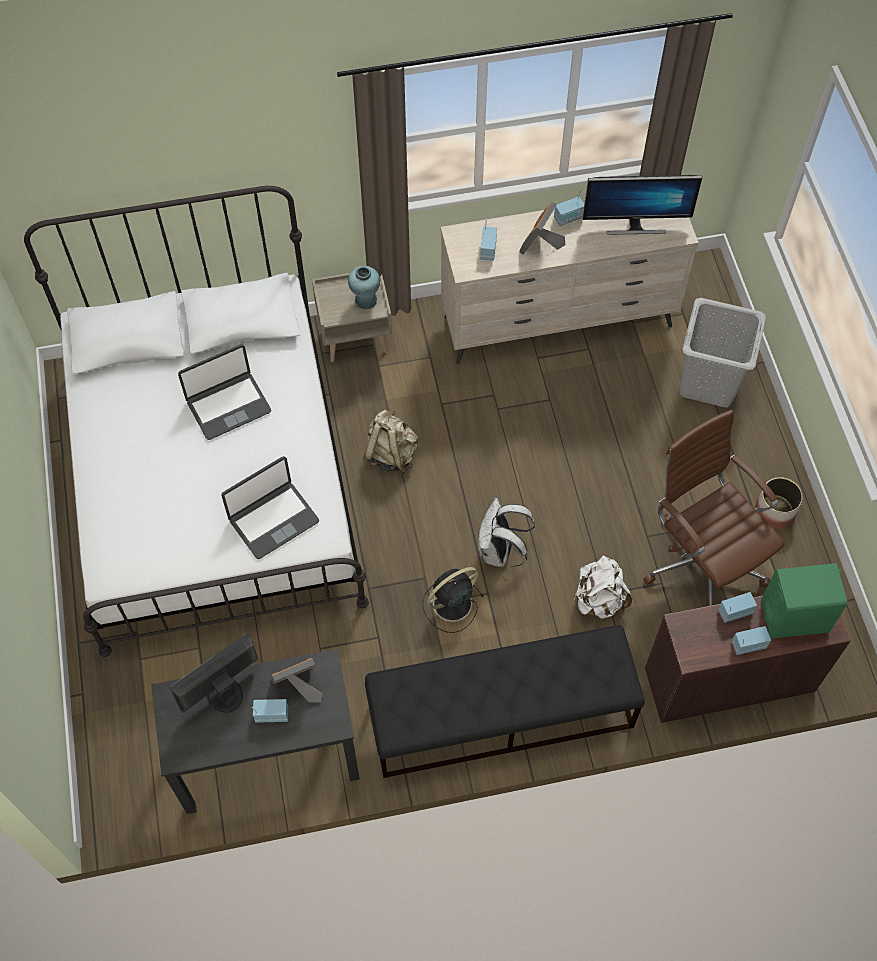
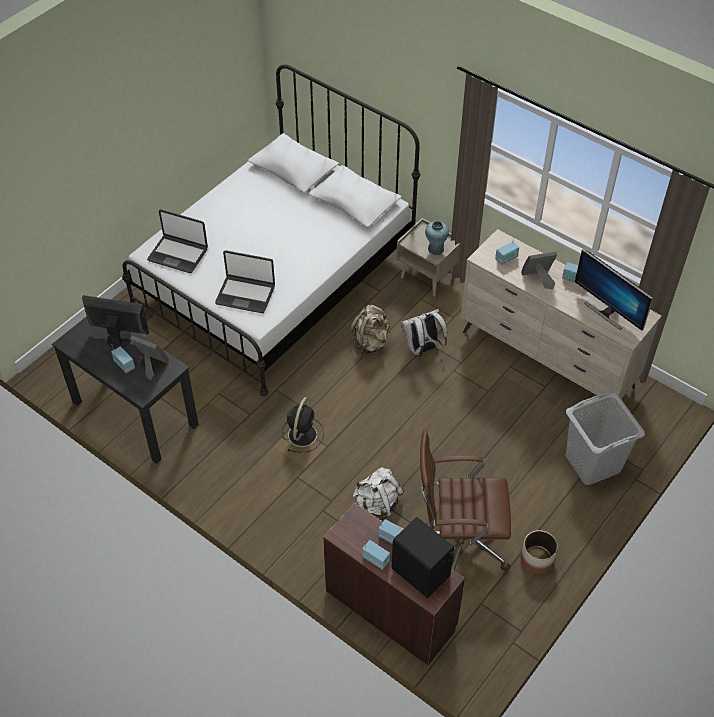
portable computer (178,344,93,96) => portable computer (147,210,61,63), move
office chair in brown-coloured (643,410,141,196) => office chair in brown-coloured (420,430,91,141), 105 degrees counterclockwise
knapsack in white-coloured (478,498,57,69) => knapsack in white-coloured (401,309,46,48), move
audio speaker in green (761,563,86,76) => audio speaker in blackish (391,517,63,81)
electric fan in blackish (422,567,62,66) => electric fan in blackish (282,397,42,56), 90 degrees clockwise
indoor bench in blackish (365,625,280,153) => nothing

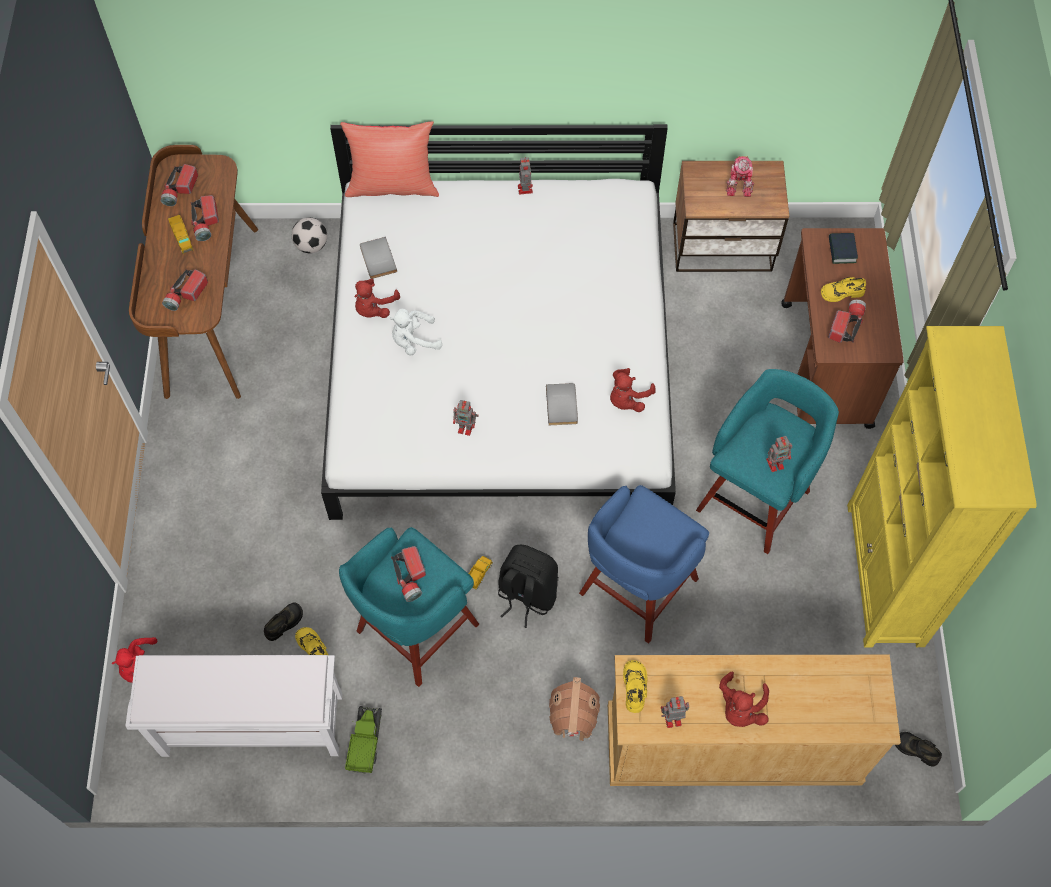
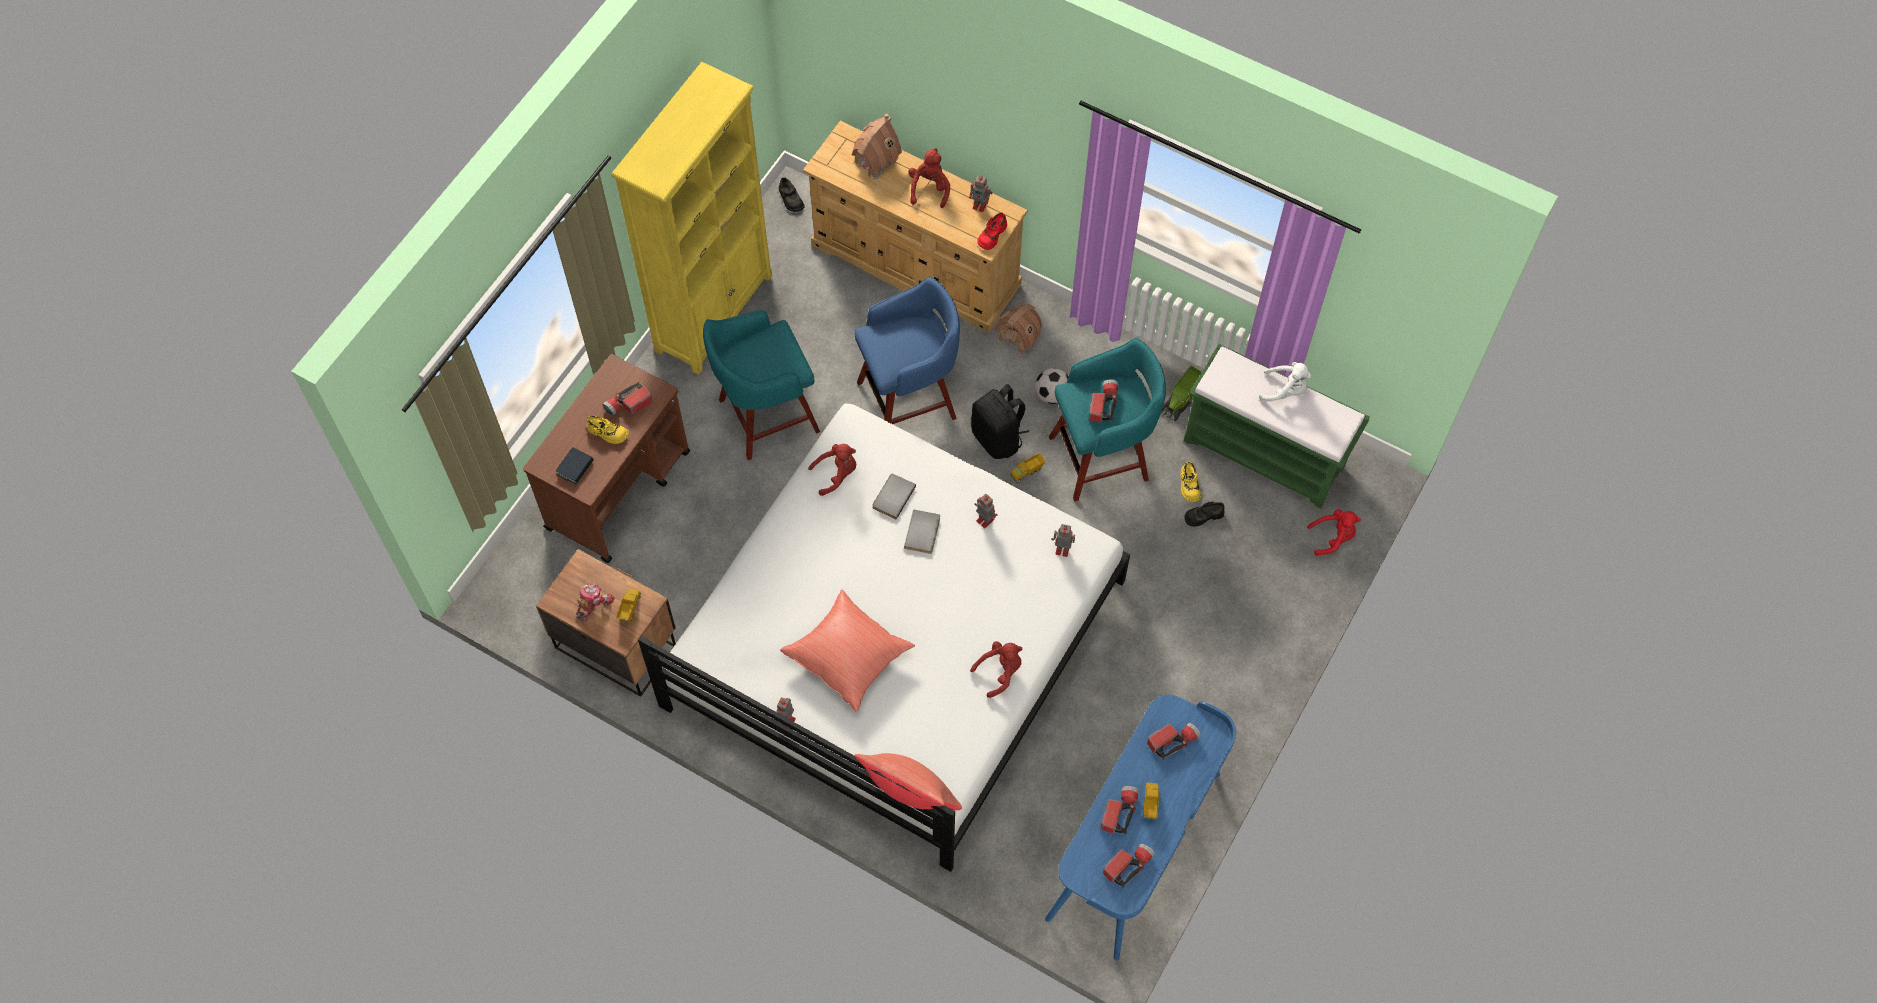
desk in brown-coloured (129,145,129,254) => desk in bluish (1045,695,191,266)
ball for football (292,217,35,36) => ball for football (1035,368,34,36), move
volume in gray (360,237,37,42) => volume in gray (904,509,36,45), move
plush toy in white-coloured (390,309,52,47) => plush toy in white-coloured (1259,362,52,39), move
robot figure (766,436,26,36) => robot figure (1051,524,24,33), move
indoor bench in white-coloured (125,655,217,102) => indoor bench in green (1184,344,186,165)
item of footwear in yellow-coloured (623,660,24,53) => item of footwear in red-coloured (977,212,30,38)
plush toy in red-coloured (719,672,50,55) => plush toy in red-coloured (908,148,42,60), 45 degrees counterclockwise
nothing => miniature house (852,113,50,67)
nothing => model truck (616,589,25,34)
nothing => throw pillow in red-coloured (780,590,135,122)

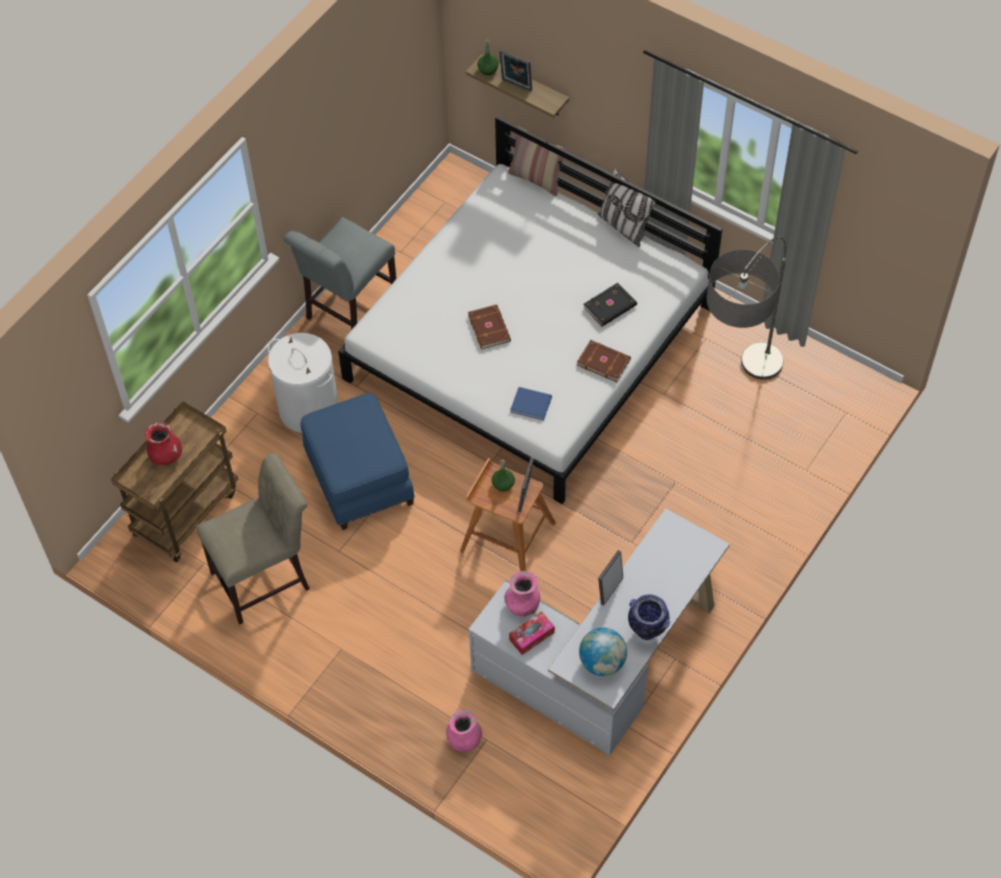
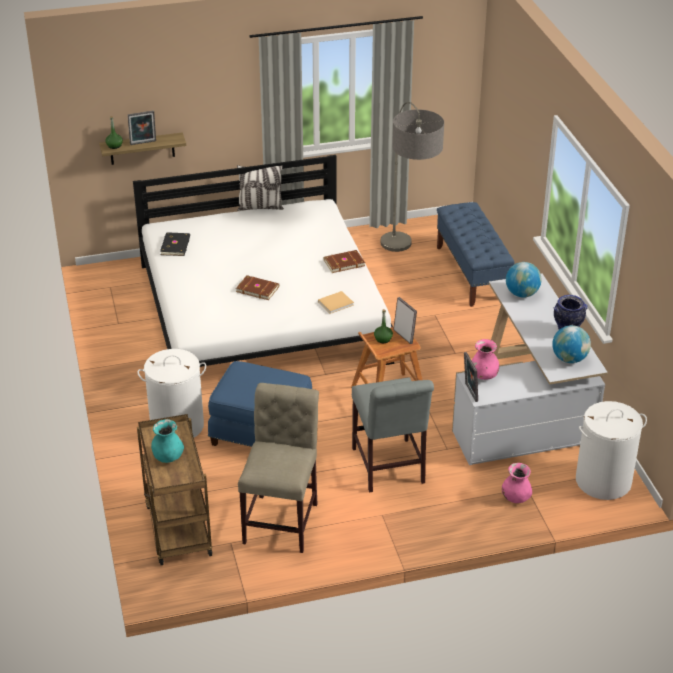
throw pillow (508,134,59,62) => nothing
chair in gray (284,217,112,113) => chair in gray (352,378,82,115), move
volume in blackish (583,283,54,44) => volume in blackish (160,232,30,24), move
volume in bluish (510,387,42,33) => volume in beige (318,291,36,23)
flower vase in red-coloured (145,422,37,44) => flower vase in turquoise (151,419,33,44)
standing frame (598,550,25,55) => standing frame (464,352,14,50), move
box of tissues (509,611,46,44) => nothing
nothing => indoor bench in bluish (437,202,77,105)
nothing => world globe (506,262,36,36)
nothing => washing basket in white-coloured (576,401,71,99)

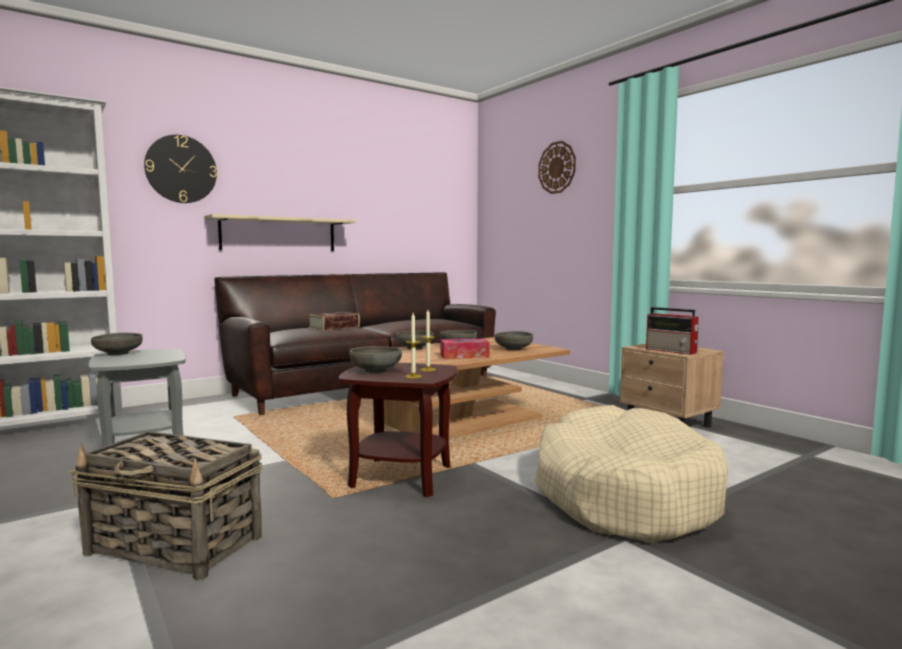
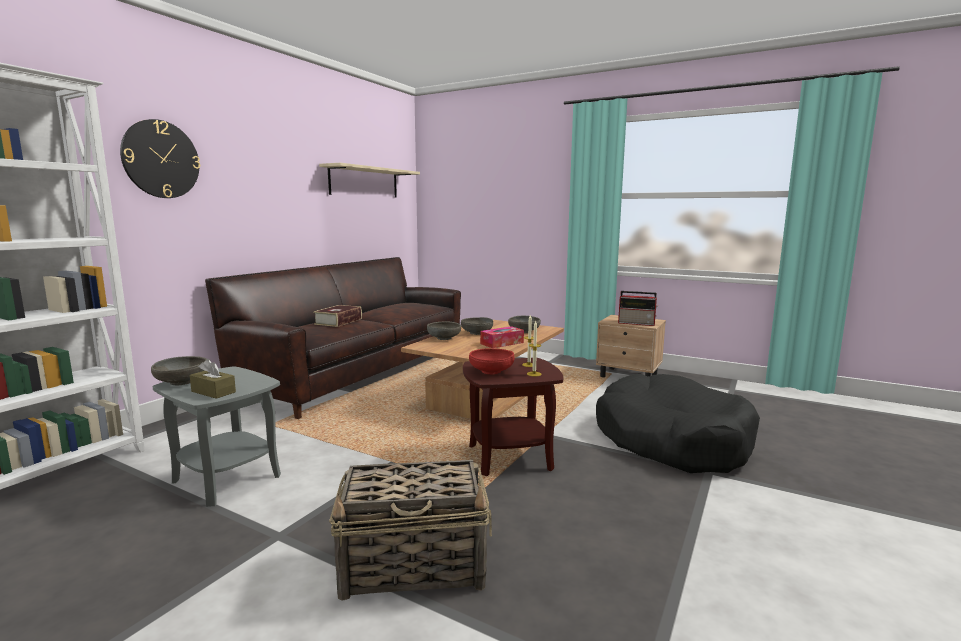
clock on the wall (538,141,38,53) => nothing
wall shelf in beige (204,214,152,37) => wall shelf in beige (319,163,101,35), move
bowl in gray (349,346,53,27) => bowl in red-coloured (469,348,45,26)
dog bed in beige (535,405,193,138) => dog bed in blackish (596,374,164,99)
nothing => box of tissues in brown-coloured (190,359,46,40)

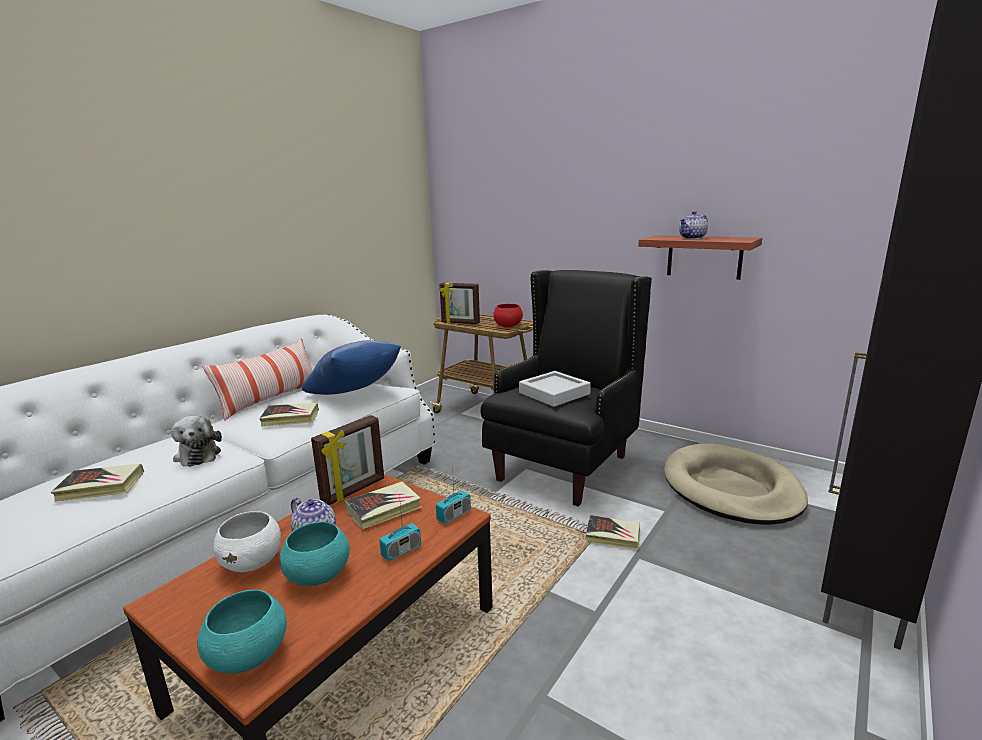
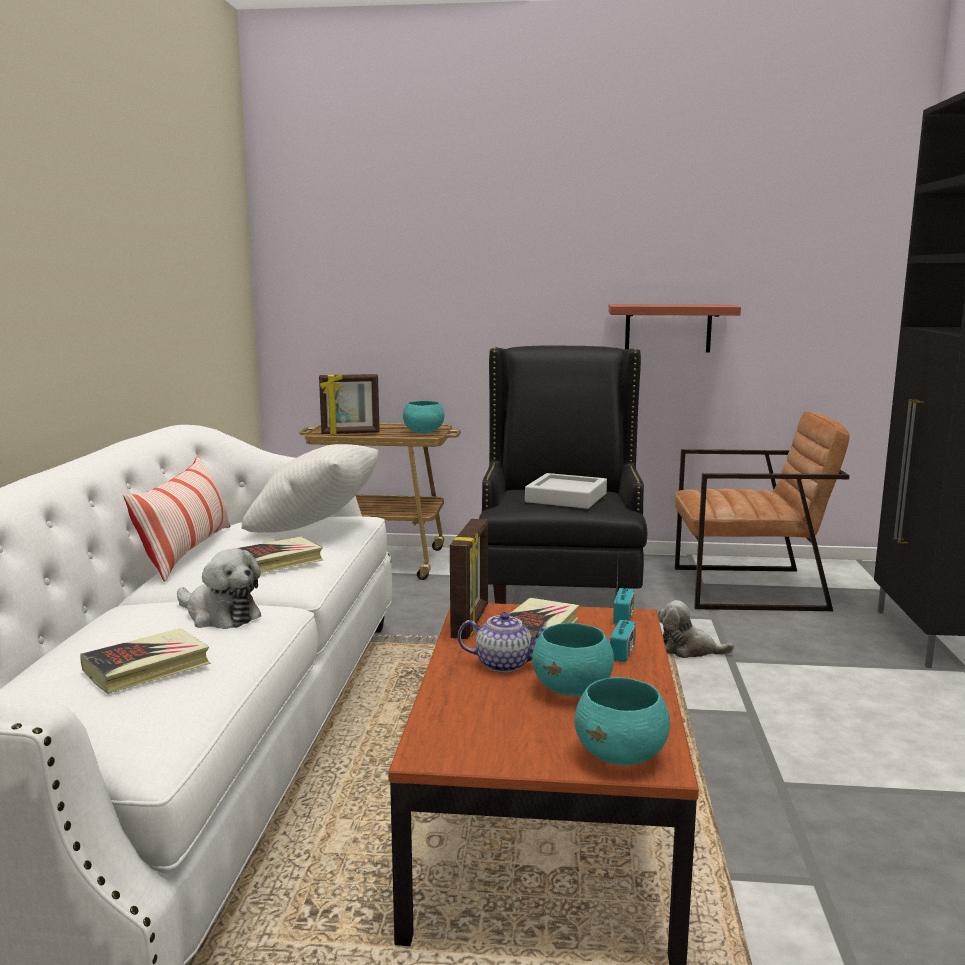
teapot (679,211,29,28) => nothing
bowl in red-coloured (493,304,30,24) => bowl in turquoise (403,401,41,32)
throw pillow in bluish (302,340,99,55) => throw pillow in white-coloured (242,444,136,89)
dog bed in beige (664,443,144,82) => lounge chair in brown-coloured (675,412,175,199)
bowl in white-coloured (213,511,68,61) => nothing
volume (586,515,54,35) => plush toy (658,600,76,58)

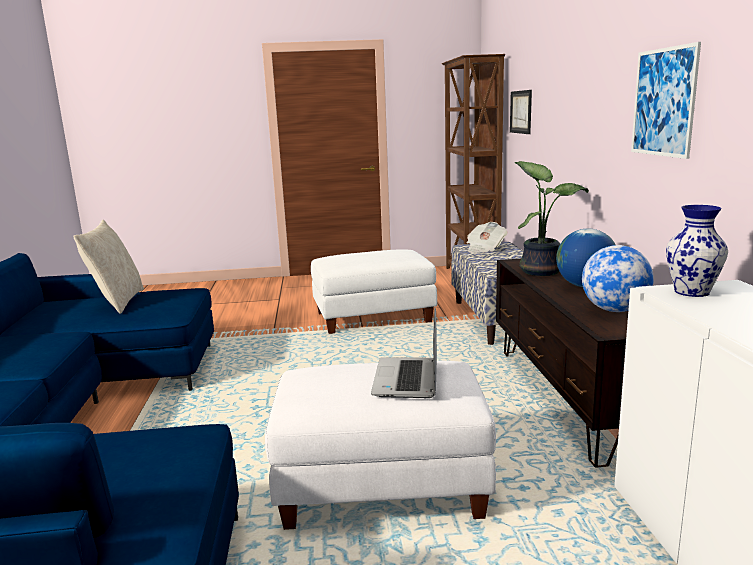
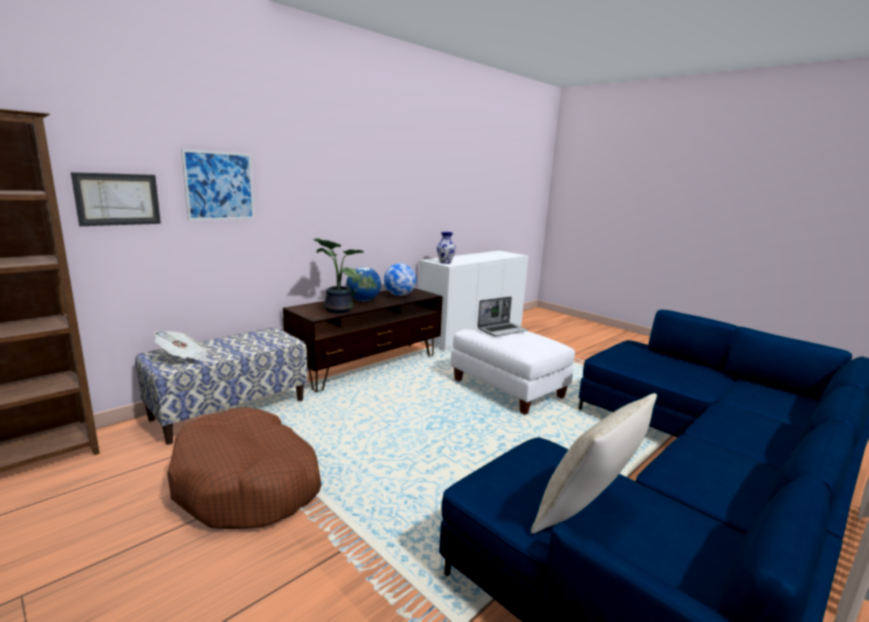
picture (631,42,70,117) => picture (181,149,73,72), move
ottoman in white-coloured (311,249,126,85) => dog bed in brown-coloured (167,407,154,122)

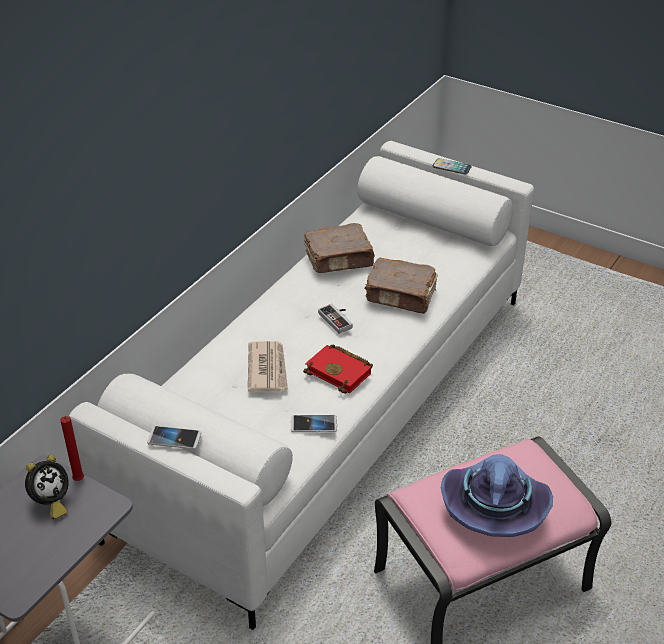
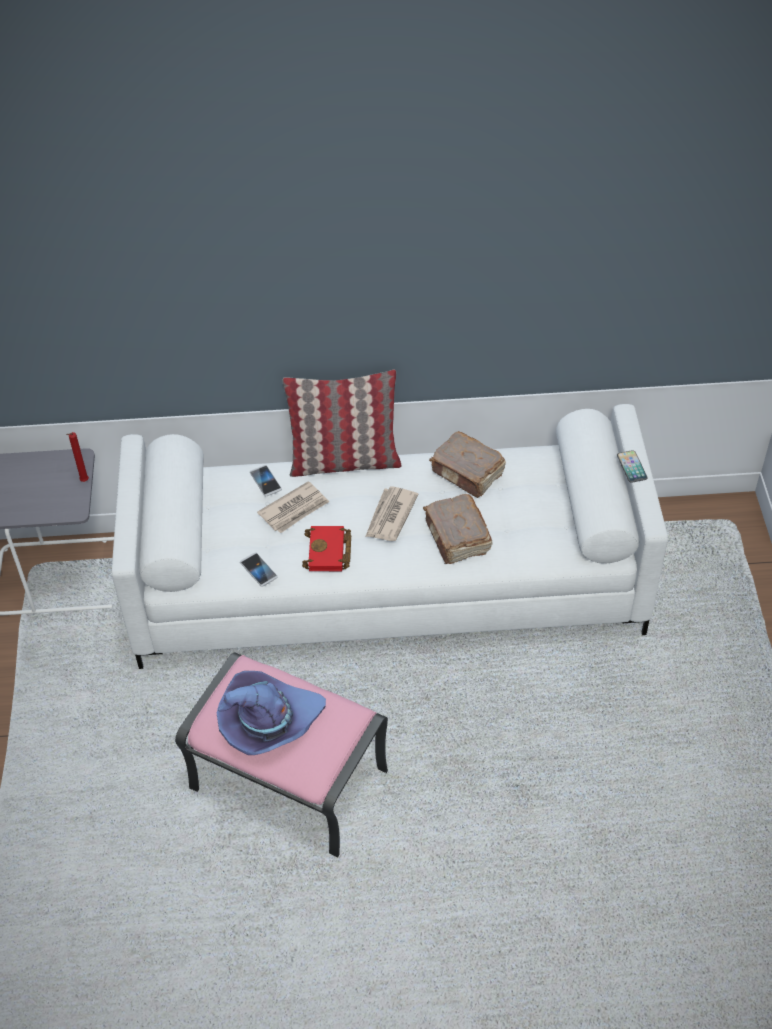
joypad (318,304,35,30) => newspaper (365,486,54,55)
telephone (147,426,54,23) => telephone (250,465,32,31), move
alarm clock (25,455,44,64) => nothing
nothing => throw pillow (282,369,120,108)

